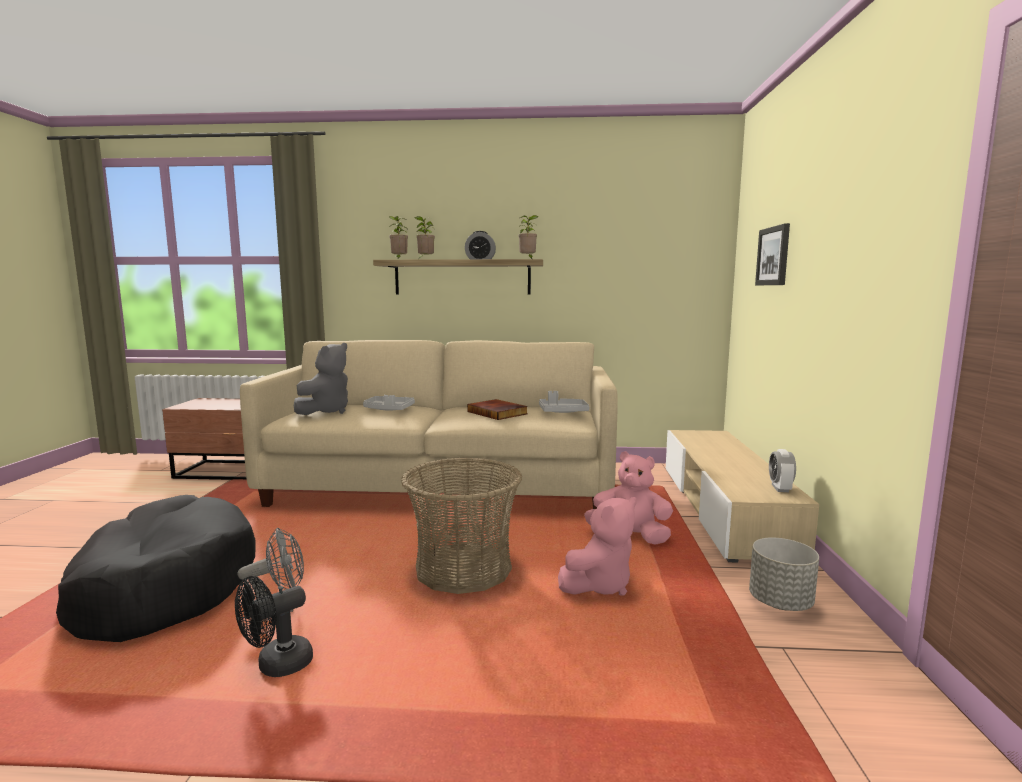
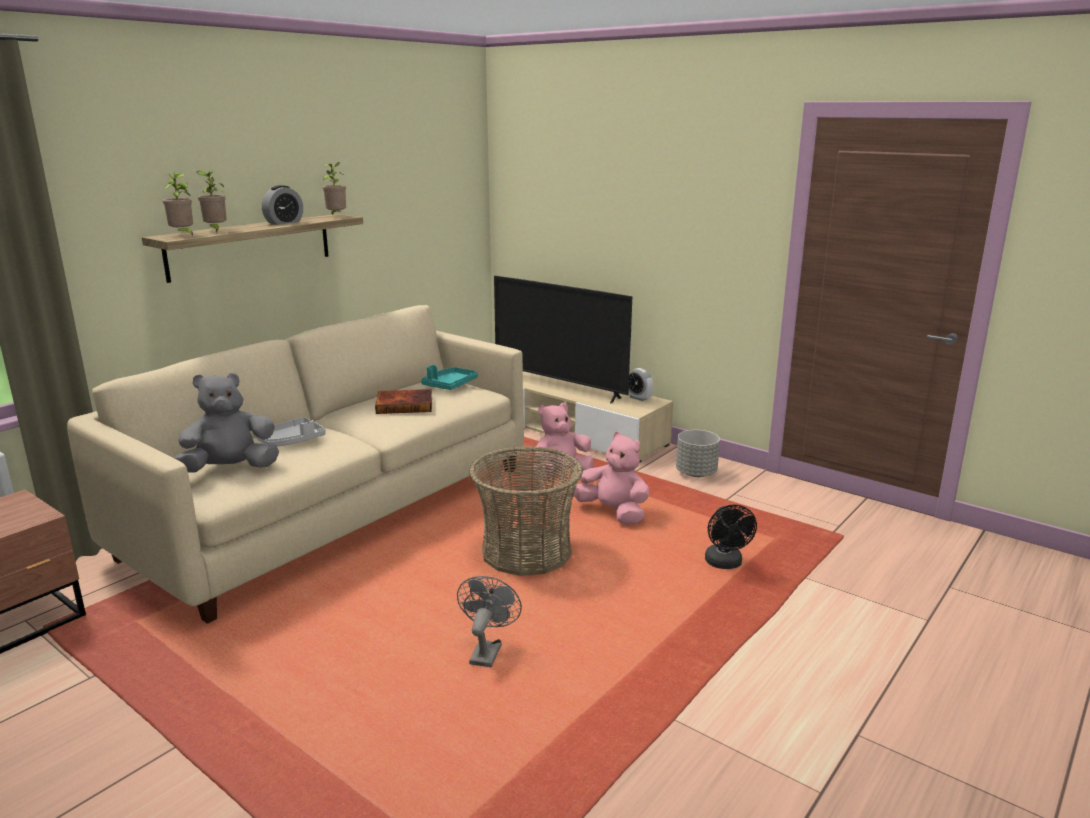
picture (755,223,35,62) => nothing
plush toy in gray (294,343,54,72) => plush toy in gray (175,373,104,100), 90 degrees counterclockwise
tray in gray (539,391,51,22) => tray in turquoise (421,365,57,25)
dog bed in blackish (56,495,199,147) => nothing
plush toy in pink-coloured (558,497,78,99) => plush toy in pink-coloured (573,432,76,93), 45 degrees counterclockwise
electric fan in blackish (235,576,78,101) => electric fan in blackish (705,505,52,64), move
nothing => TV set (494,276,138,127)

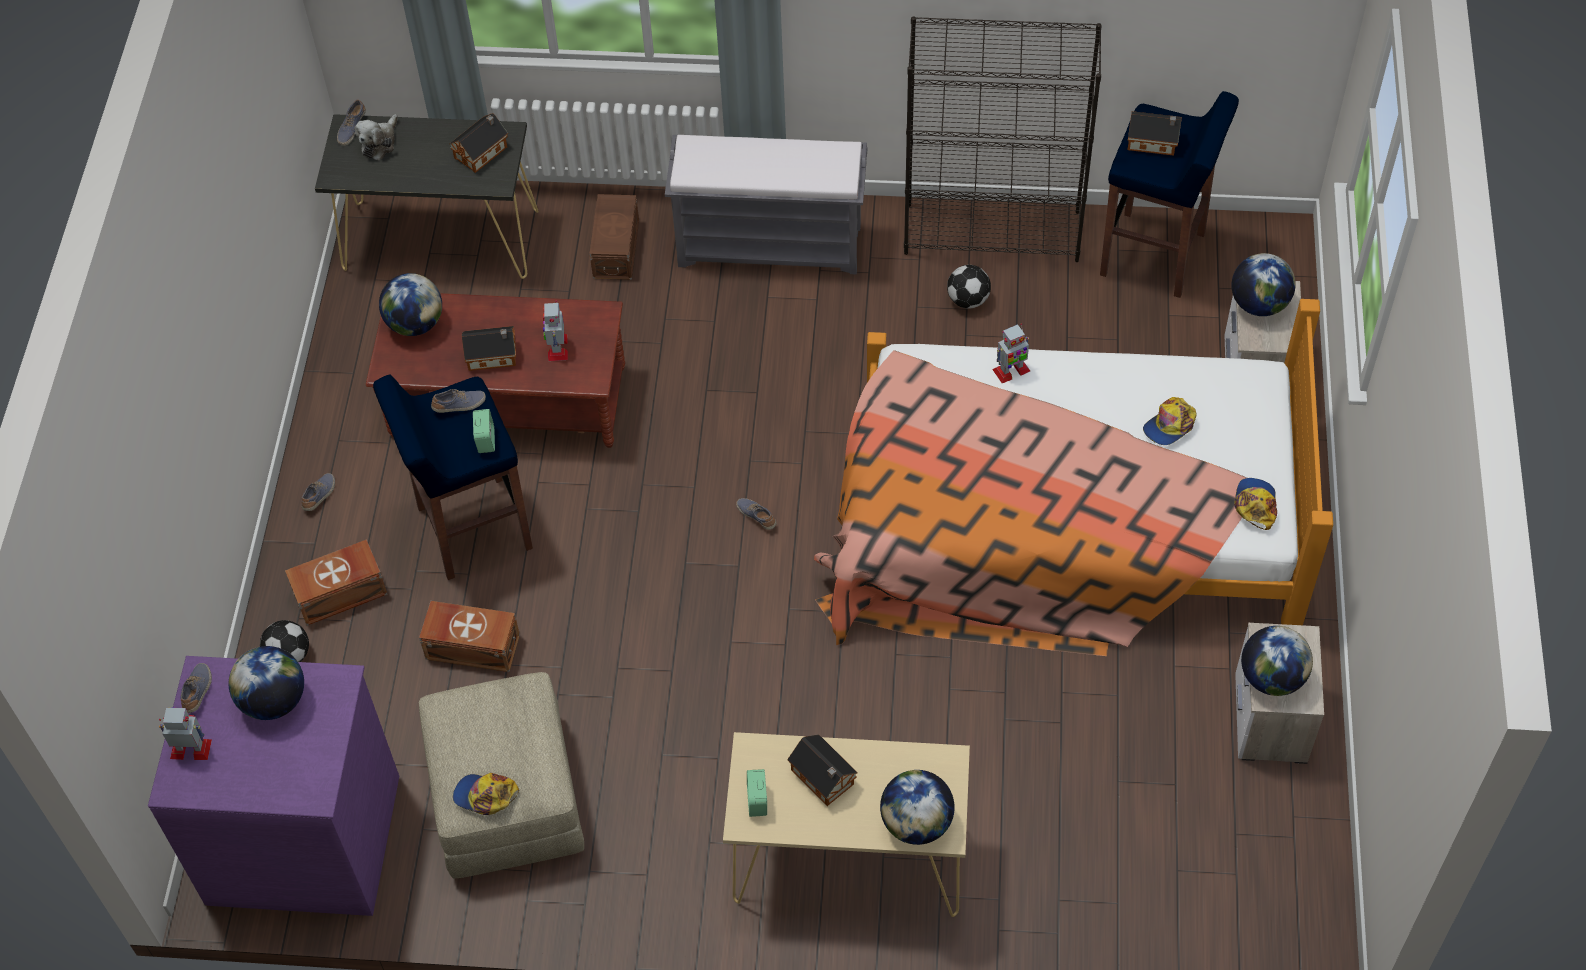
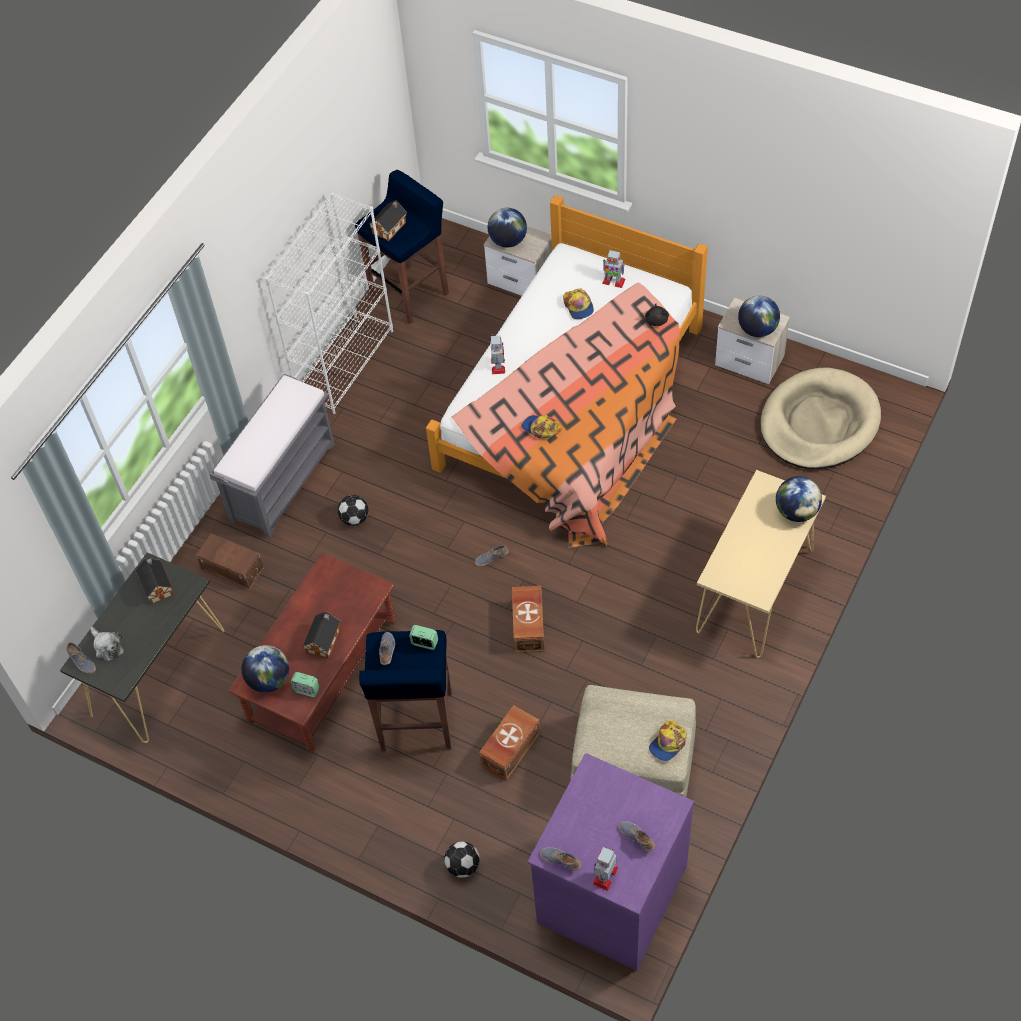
bookcase in blackish (904,16,198,246) => bookcase in white-coloured (265,193,128,221)
ball for football (947,265,44,44) => ball for football (337,495,32,31), move
robot figure (543,300,25,61) => robot figure (602,250,24,38), move
item of footwear (302,473,33,38) => item of footwear (619,821,36,30), move
baseball cap (1234,478,43,52) => baseball cap (522,415,39,24), move
storage bin in brown-coloured (285,539,102,87) => storage bin in brown-coloured (512,586,32,67), move
world globe (229,646,75,74) => nothing
miniature house (787,734,71,72) => nothing
alarm clock (747,769,20,48) => alarm clock (290,672,29,25), move
nothing => plush toy in blackish (645,304,24,22)
nothing => dog bed in beige (760,368,121,101)

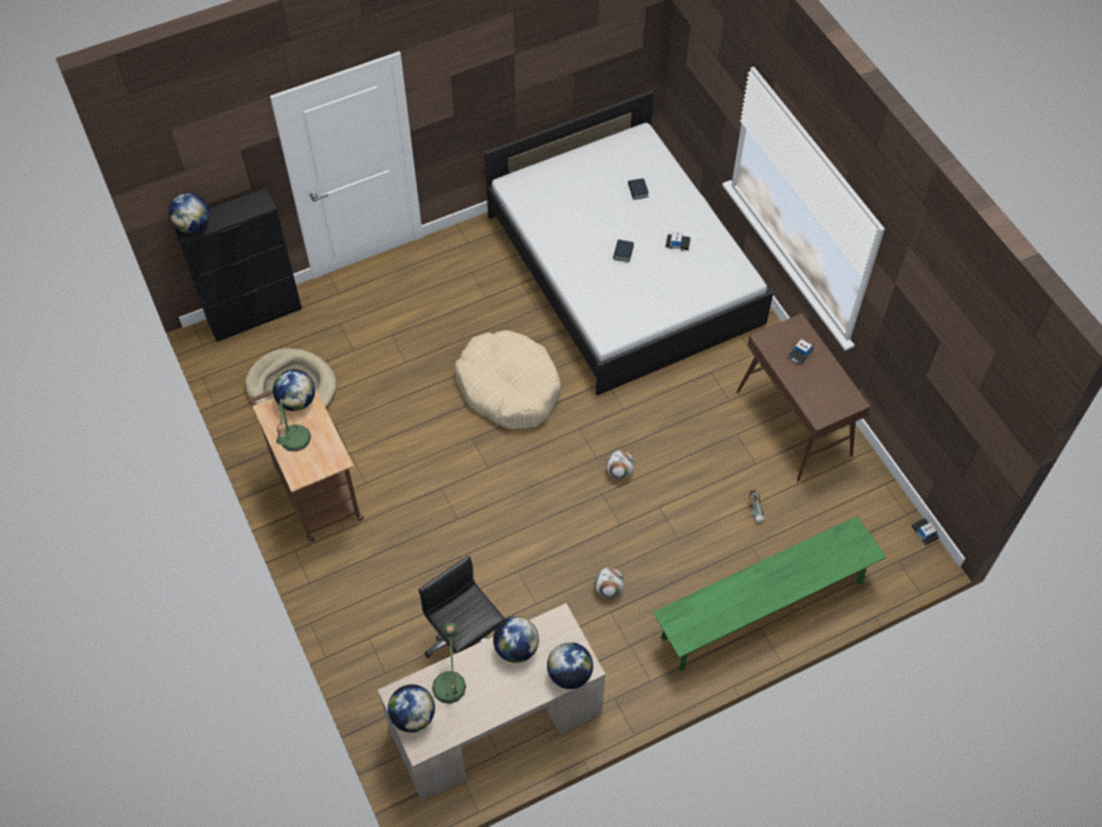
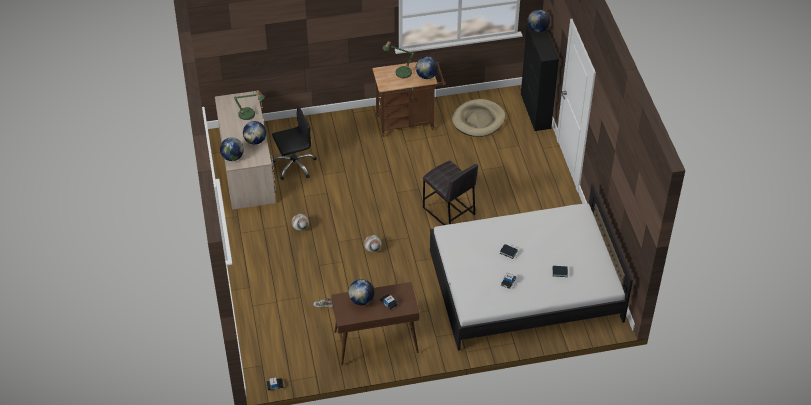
dog bed in beige (454,330,107,99) => sitting stool in gray (423,160,55,65)
indoor bench in green (653,516,233,155) => nothing
world globe (388,684,47,48) => world globe (348,279,26,26), move

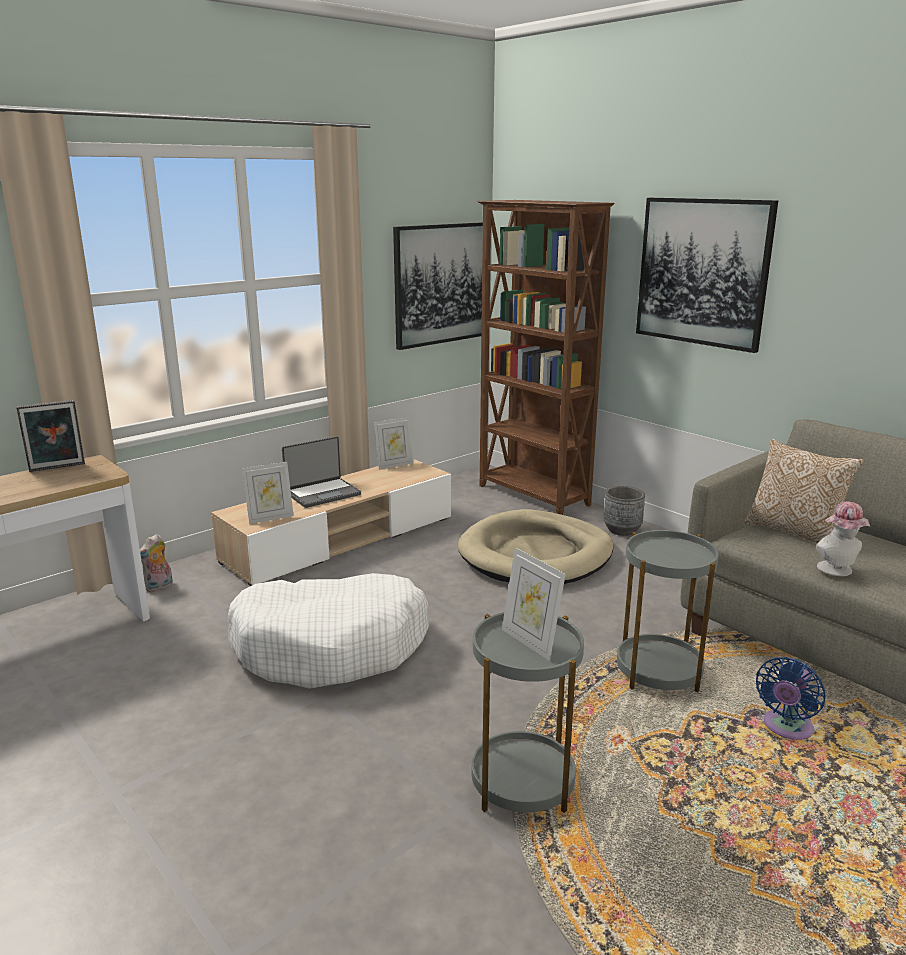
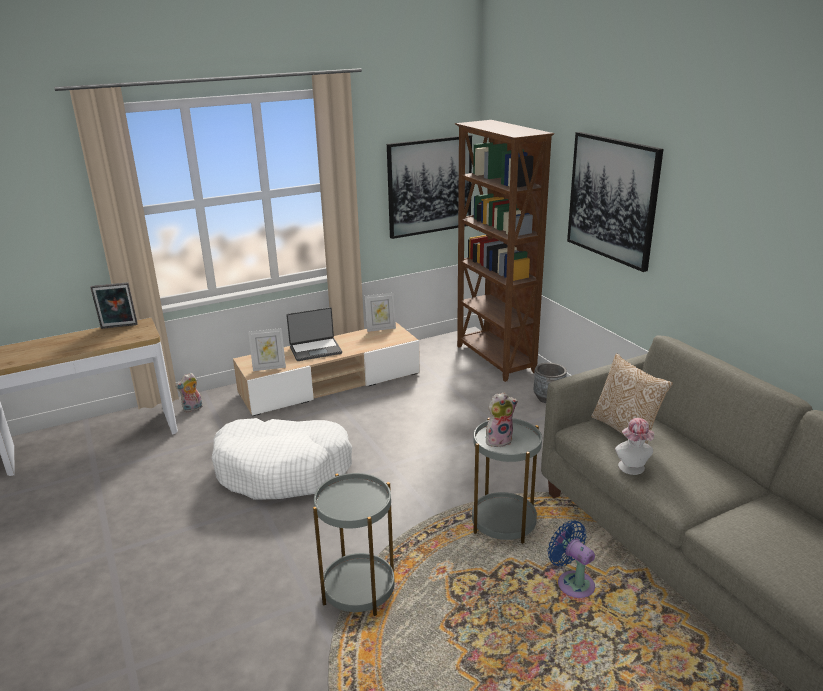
dog bed in beige (458,509,155,75) => nothing
standing frame (502,547,64,114) => nothing
electric fan in bluish (756,657,69,83) => electric fan in bluish (548,521,47,77), 90 degrees clockwise
nothing => plush toy (486,392,32,55)

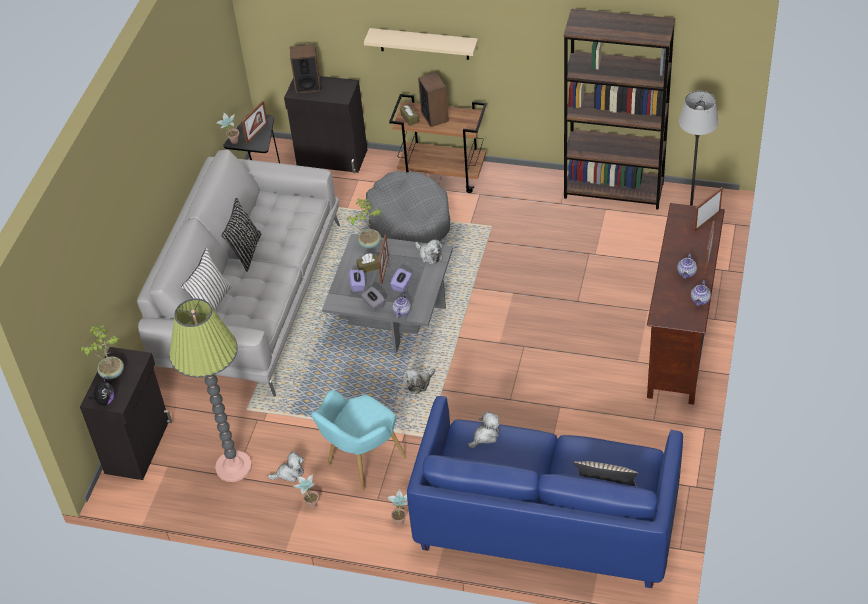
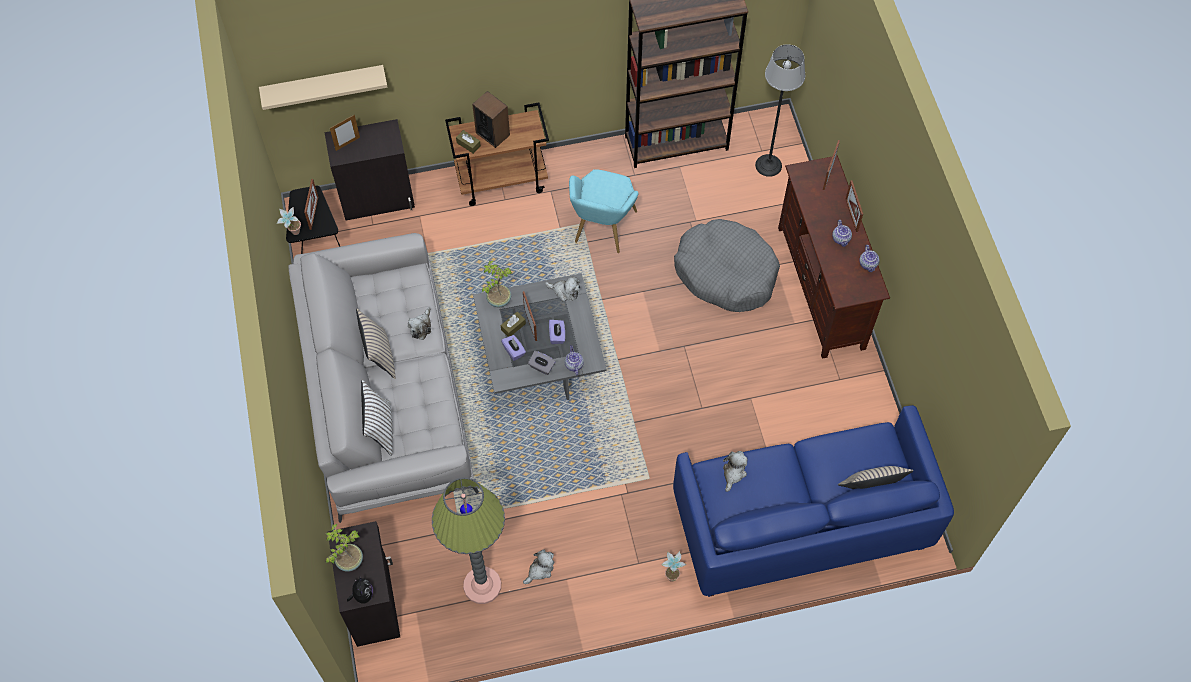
wall shelf in beige (364,28,114,32) => wall shelf in beige (259,65,129,45), move
audio speaker (290,44,31,50) => standing frame (330,115,30,36)
dog bed in gray (366,171,84,72) => dog bed in gray (674,219,106,93), move
throw pillow in blackish (222,198,40,74) => throw pillow in beige (356,308,40,71)
plush toy (405,369,30,25) => plush toy (408,307,23,33), move
lounge chair in turquoise (311,390,95,101) => lounge chair in turquoise (569,169,70,84), move
potted plant (292,473,27,35) => nothing

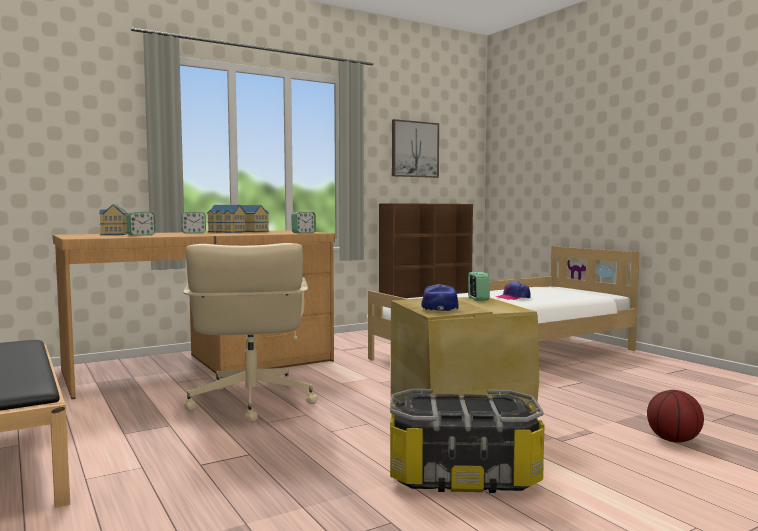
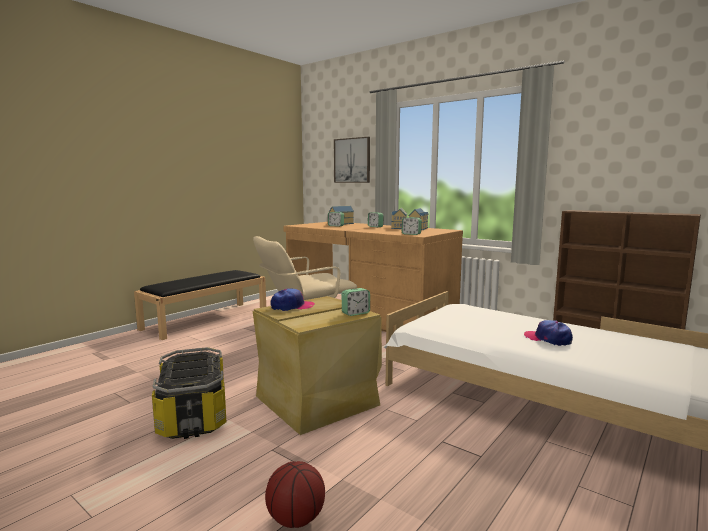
picture (392,119,47,59) => picture (334,137,36,46), move

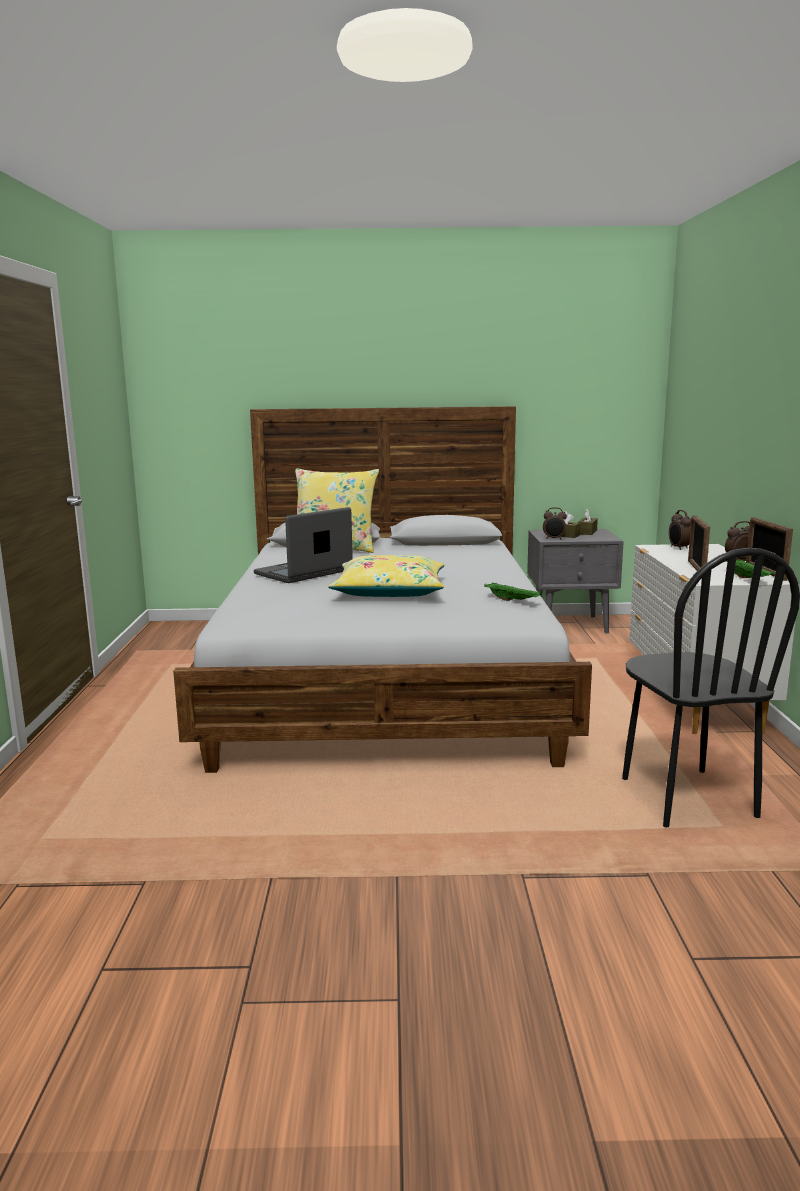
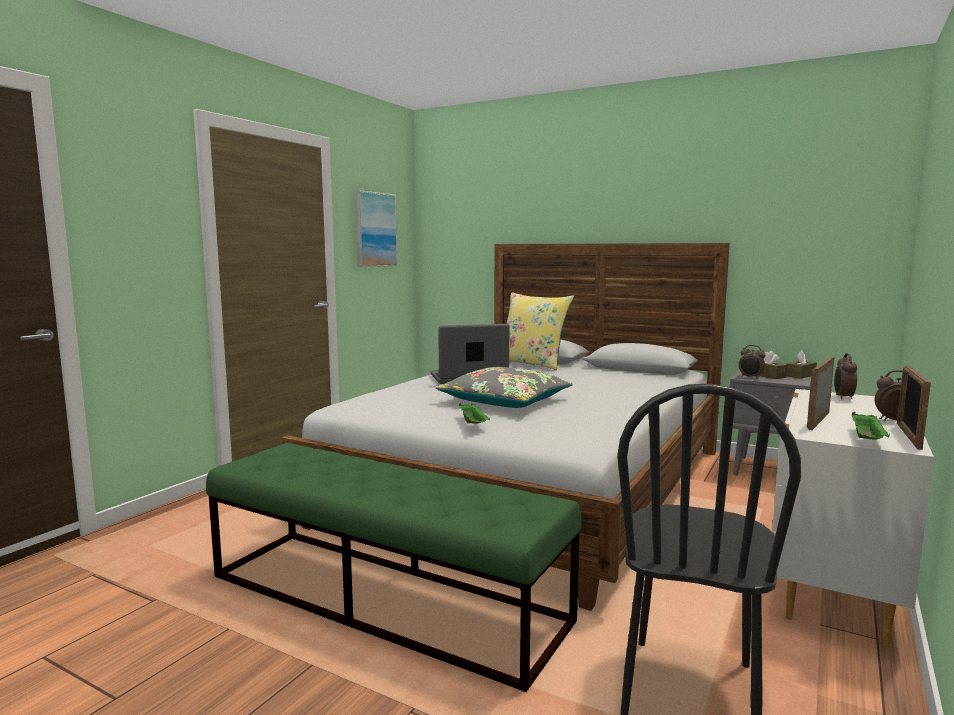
throw pillow in yellow-coloured (328,555,117,42) => throw pillow in gray (436,367,137,41)
tray in green (484,582,58,19) => tray in green (459,403,31,21), move
nothing => picture (355,190,43,77)
nothing => indoor bench in green (206,443,376,249)

